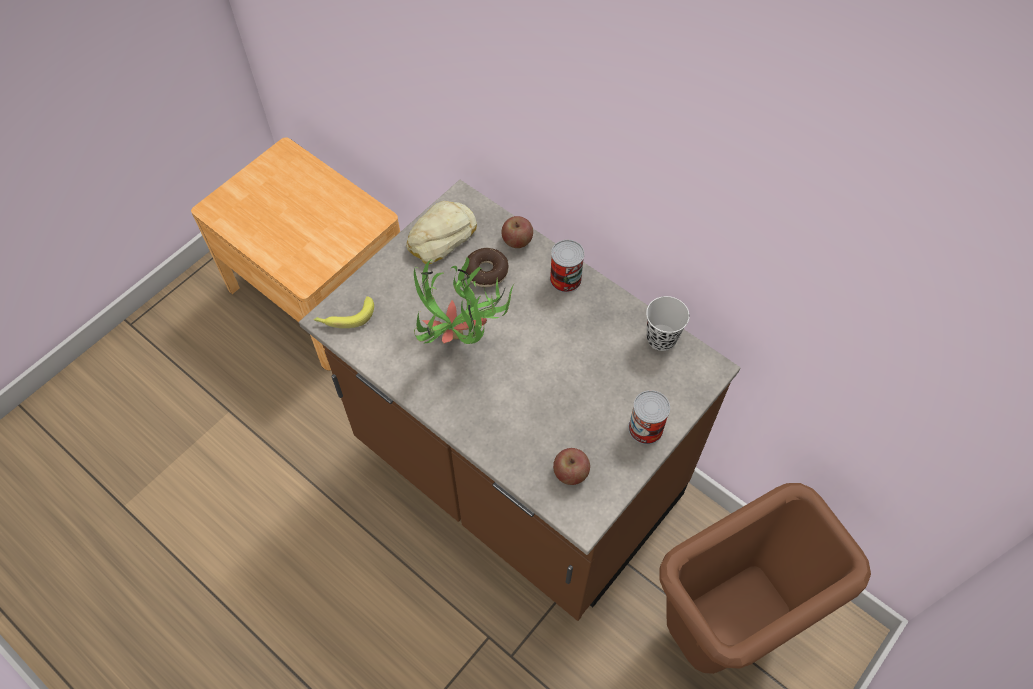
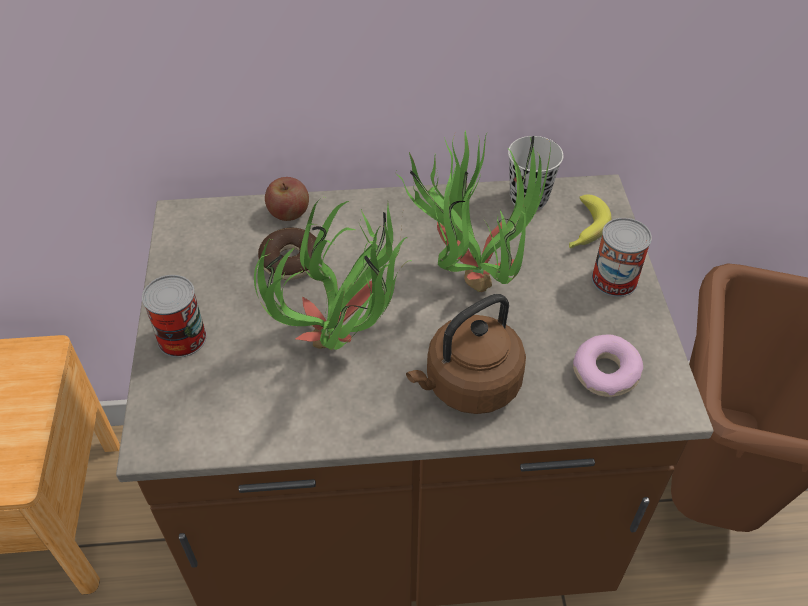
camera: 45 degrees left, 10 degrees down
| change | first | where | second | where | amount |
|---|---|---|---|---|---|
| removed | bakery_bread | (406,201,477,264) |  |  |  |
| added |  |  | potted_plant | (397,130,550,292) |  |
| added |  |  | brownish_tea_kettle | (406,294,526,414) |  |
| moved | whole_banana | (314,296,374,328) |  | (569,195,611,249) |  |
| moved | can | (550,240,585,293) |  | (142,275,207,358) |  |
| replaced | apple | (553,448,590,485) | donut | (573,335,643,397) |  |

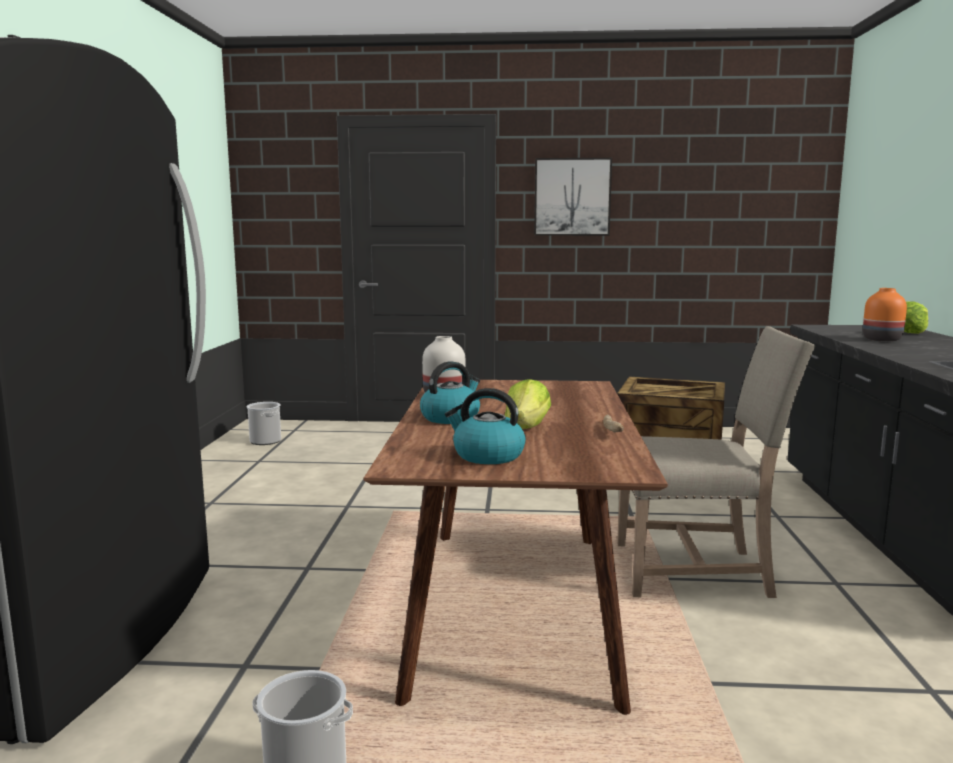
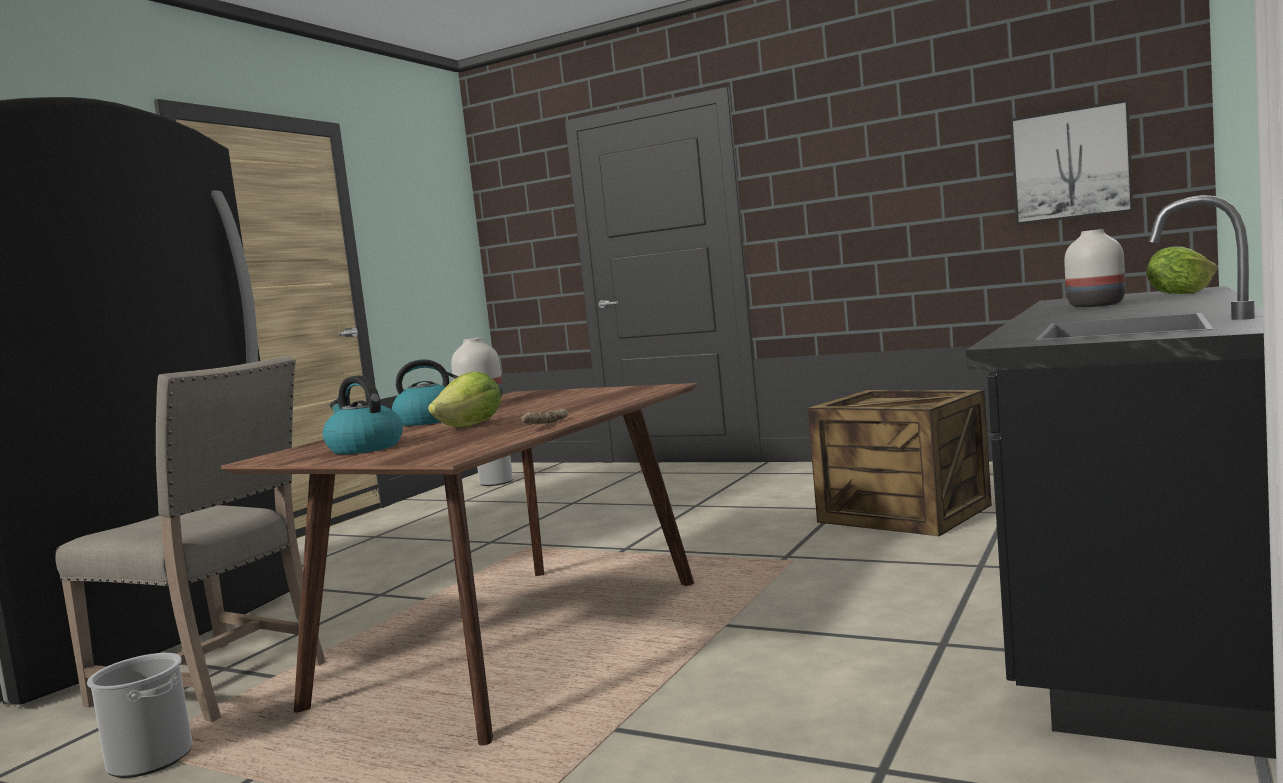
camera: 25 degrees right, 5 degrees down
| change | first | where | second | where | amount |
|---|---|---|---|---|---|
| moved | picture | (534,158,612,236) |  | (1010,99,1133,225) |  |
| moved | beige-coloured_plain_chair | (617,326,815,598) |  | (55,356,326,722) |  |
| recoloured | orange_flower_vase | (863,288,907,342) | white-coloured_flower_vase | (1064,229,1125,307) |  |

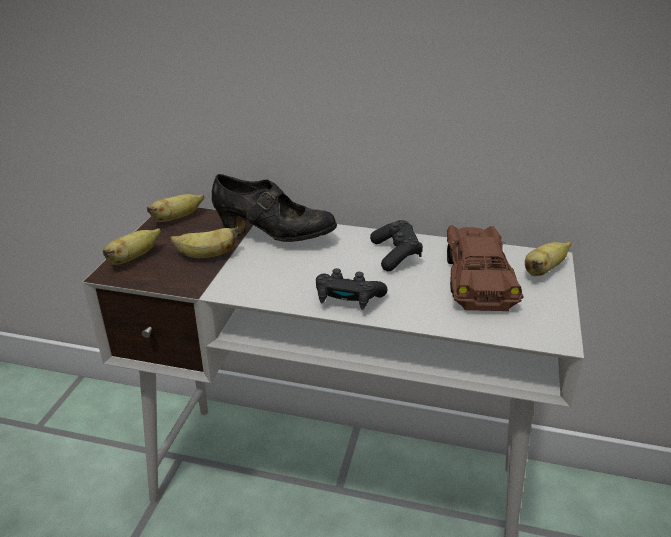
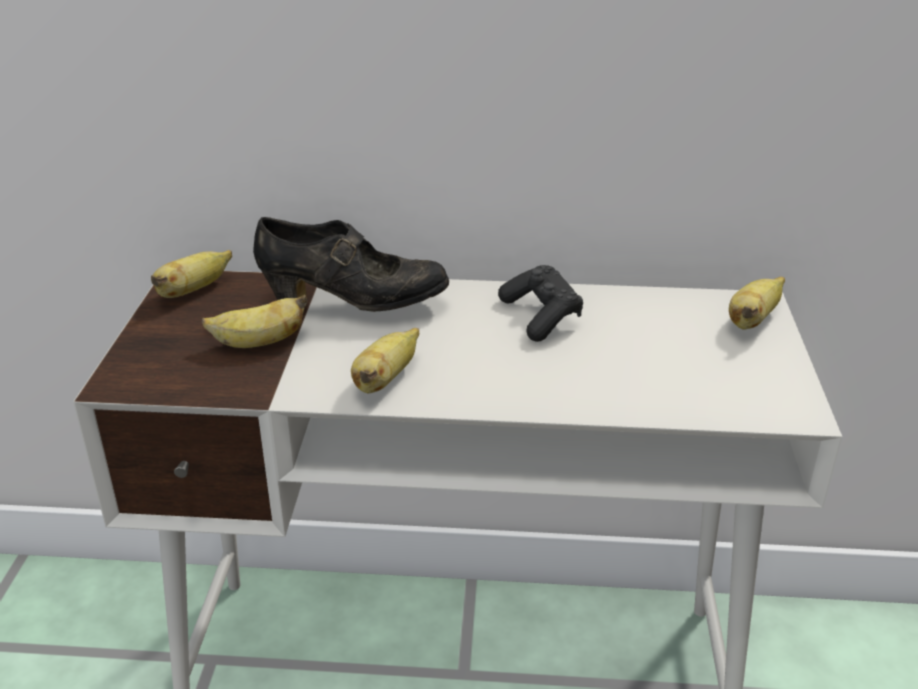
camera: 10 degrees left, 0 degrees up
| change | first | where | second | where | amount |
|---|---|---|---|---|---|
| removed | black_joypad | (316,268,387,310) |  |  |  |
| removed | brownish_miniature_car | (447,225,524,311) |  |  |  |
| moved | whole_banana | (103,228,161,265) |  | (351,328,419,394) |  |

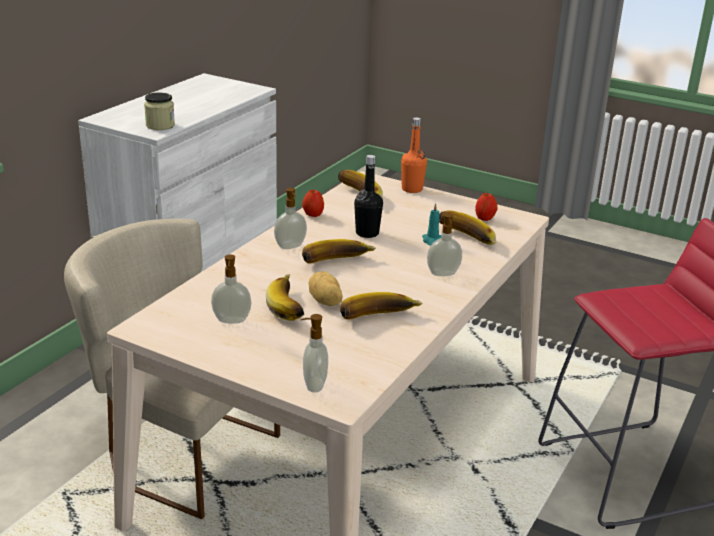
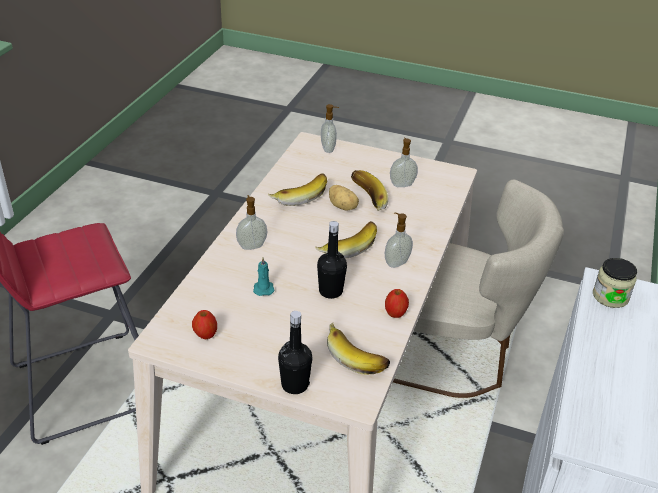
camera: 170 degrees right, 10 degrees up
| change | first | where | second | where | amount |
|---|---|---|---|---|---|
| removed | whole_banana | (439,210,497,245) |  |  |  |
| recoloured | orange_drink_bottle | (401,117,427,193) | black_drink_bottle | (278,311,312,394) |  |

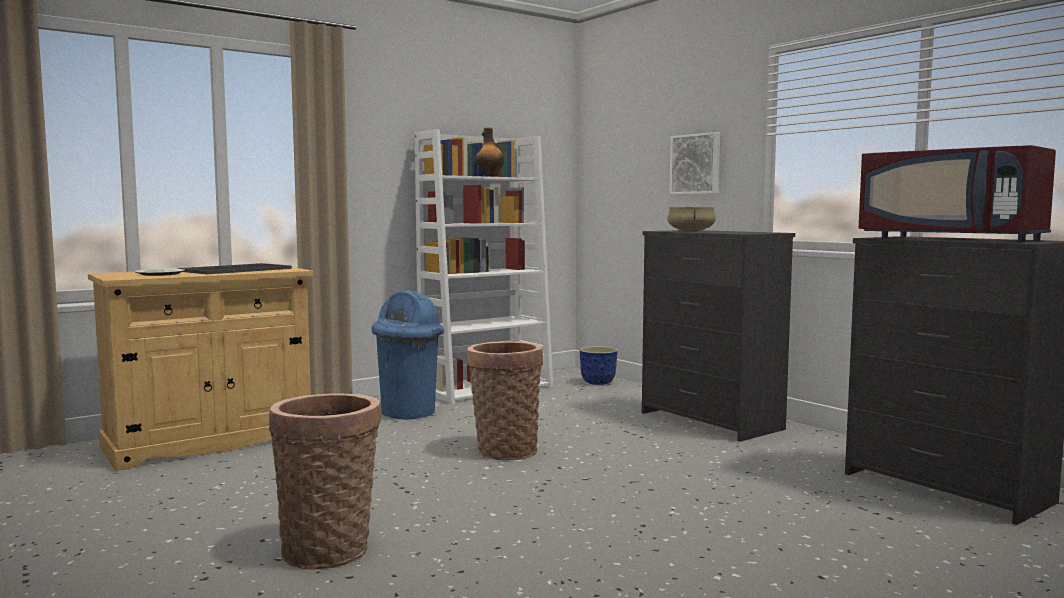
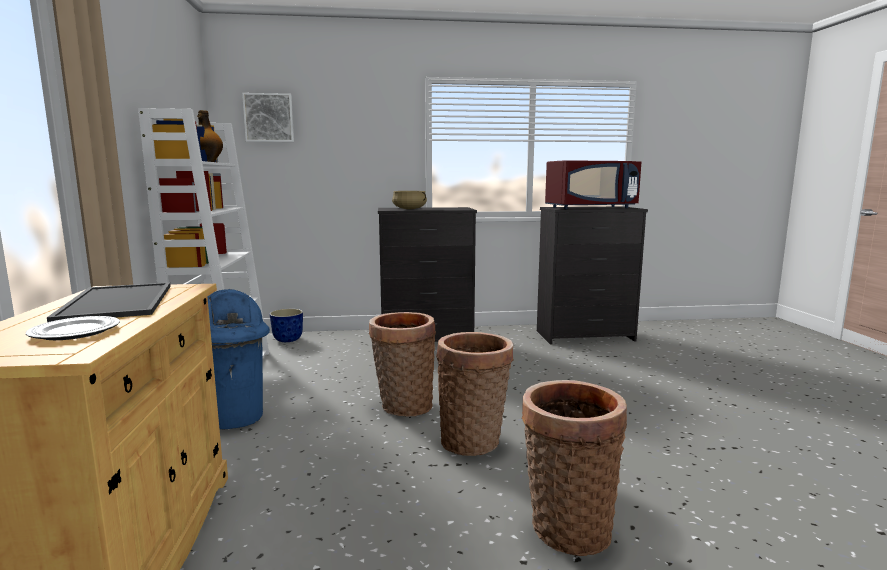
camera: 60 degrees left, 5 degrees up
| change | first | where | second | where | amount |
|---|---|---|---|---|---|
| added |  |  | storage_basket | (436,332,514,456) |  |
| moved | picture | (669,132,720,195) |  | (242,93,294,142) |  |

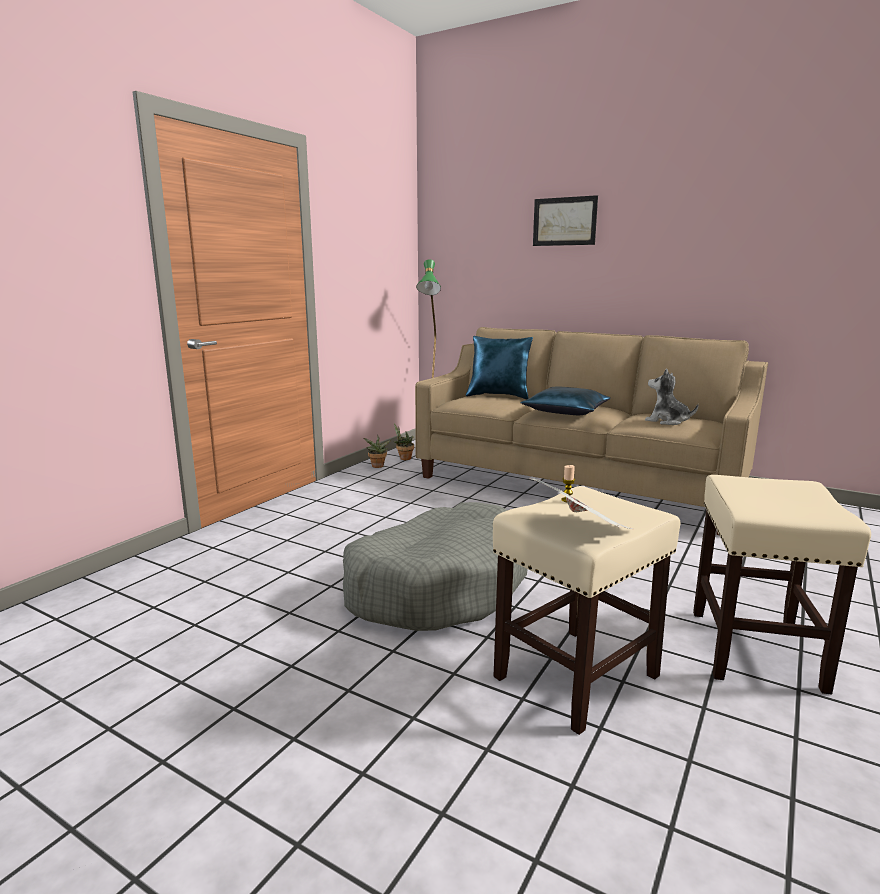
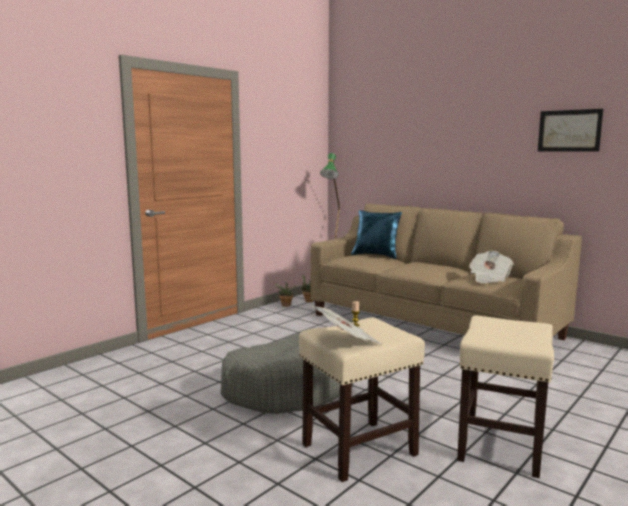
camera: 10 degrees right, 5 degrees down
| change | first | where | second | where | amount |
|---|---|---|---|---|---|
| removed | blue-coloured_cushion | (520,386,611,415) |  |  |  |
| moved | picture | (533,195,598,246) |  | (538,109,603,152) |  |
| replaced | soft_toy | (645,368,698,425) | newspaper | (469,251,514,284) |  |

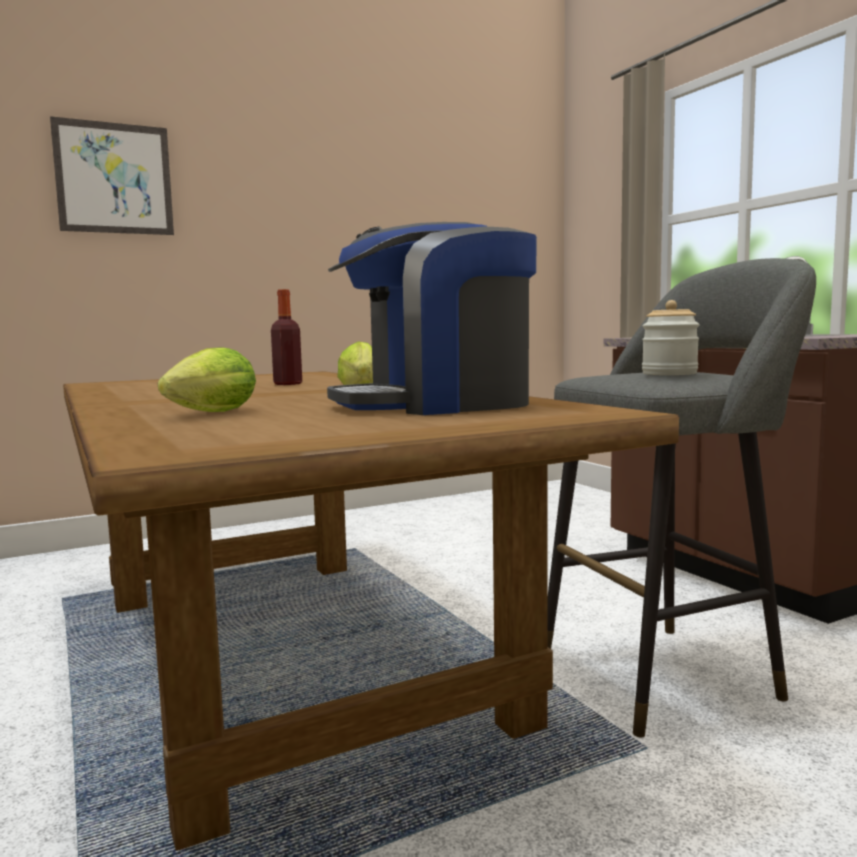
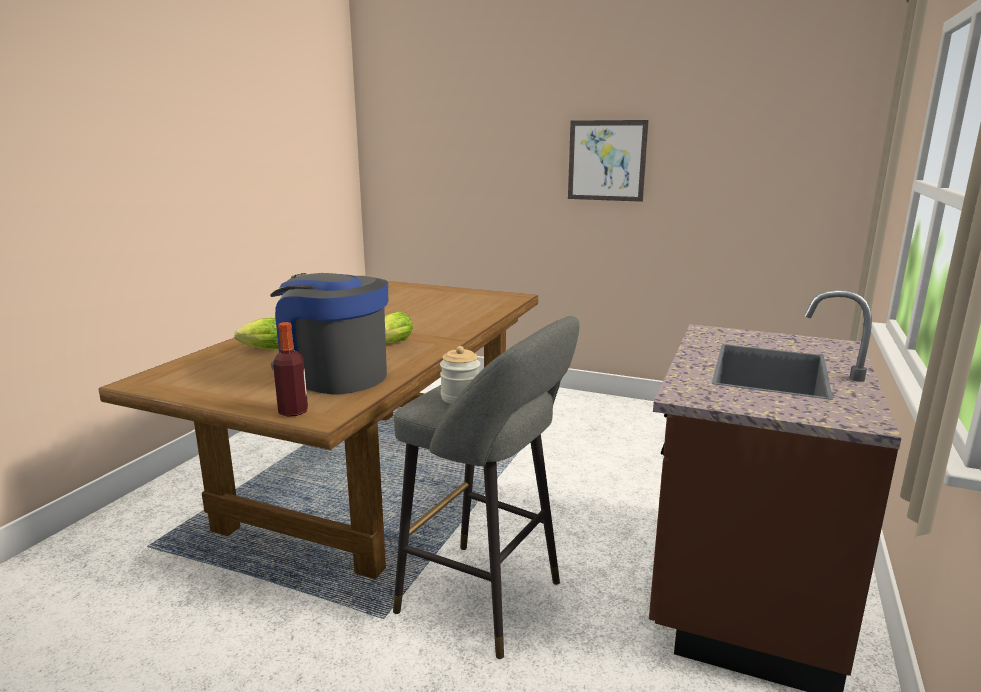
camera: 50 degrees right, 10 degrees up
| change | first | where | second | where | amount |
|---|---|---|---|---|---|
| moved | picture | (50,116,174,235) |  | (568,120,649,202) |  |
| moved | drink_bottle | (271,289,302,385) |  | (273,322,308,417) |  |

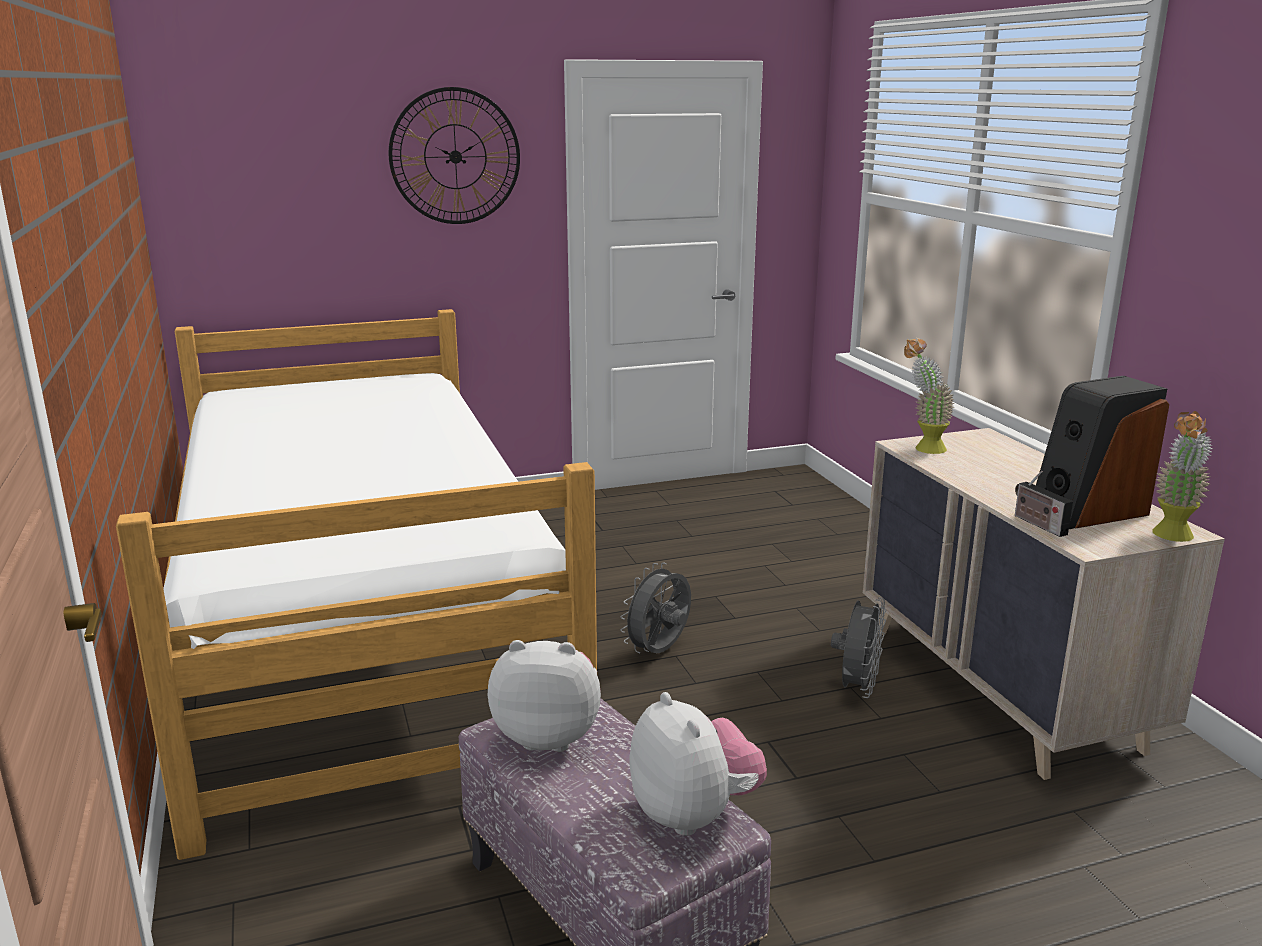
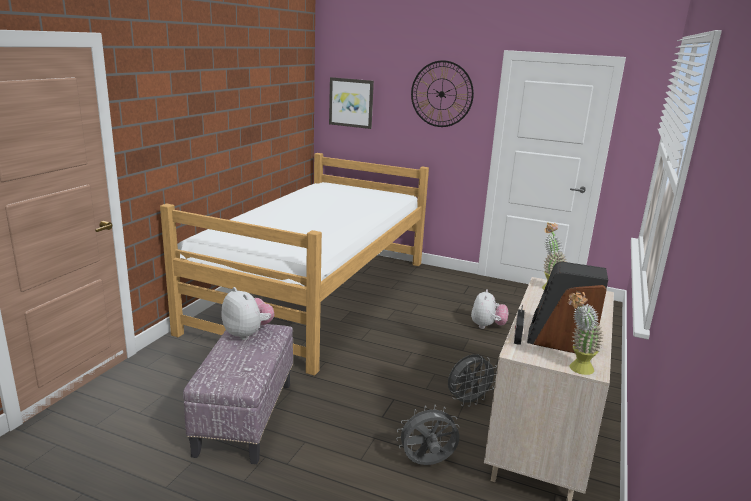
camera: 40 degrees right, 0 degrees up
| change | first | where | second | where | amount |
|---|---|---|---|---|---|
| added |  |  | picture | (329,77,374,129) |  |
| moved | greyish_cooling_fan | (620,563,691,653) |  | (396,405,460,465) |  |
| moved | soft_toy | (630,692,767,836) |  | (471,289,508,329) |  |

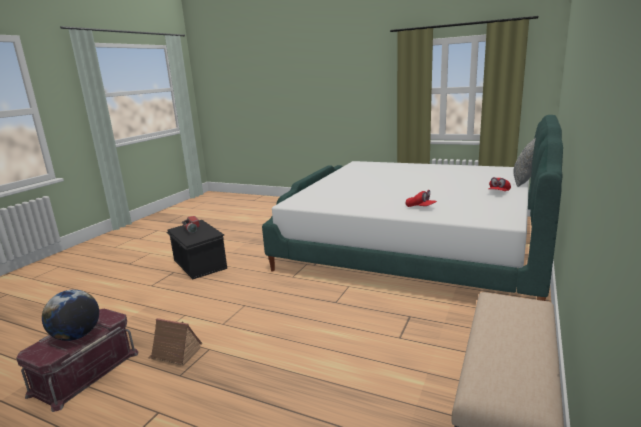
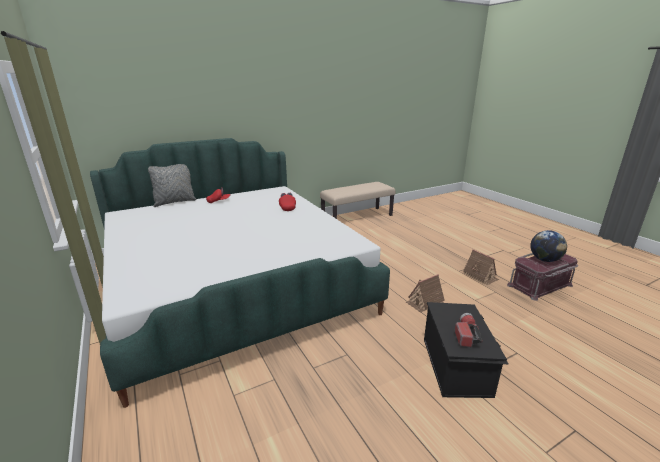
camera: 145 degrees left, 5 degrees up
| change | first | where | second | where | amount |
|---|---|---|---|---|---|
| added |  |  | model_house | (406,274,445,313) |  |

